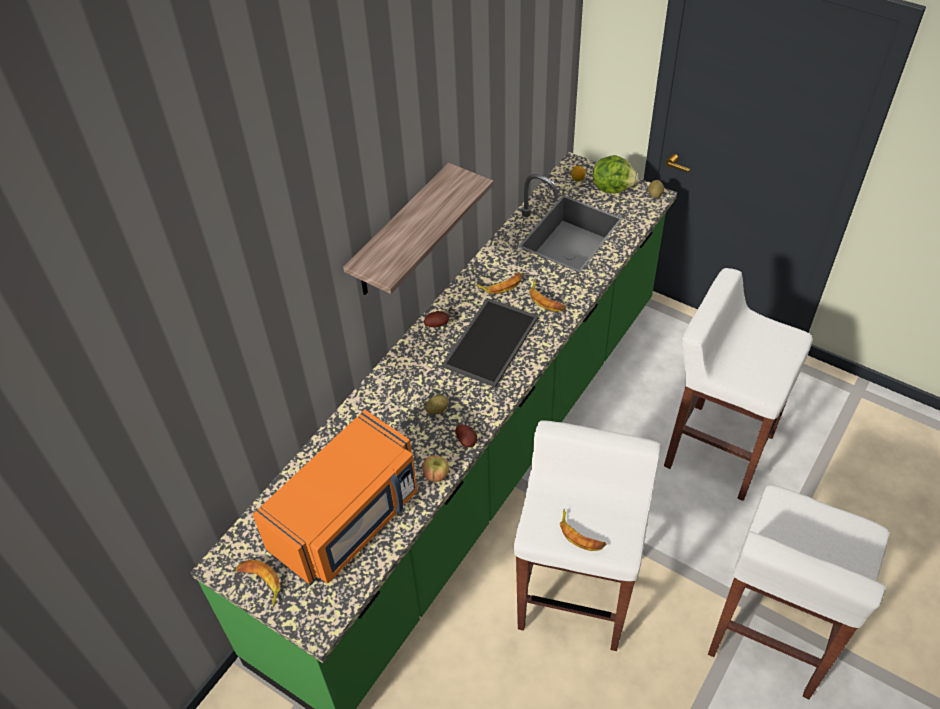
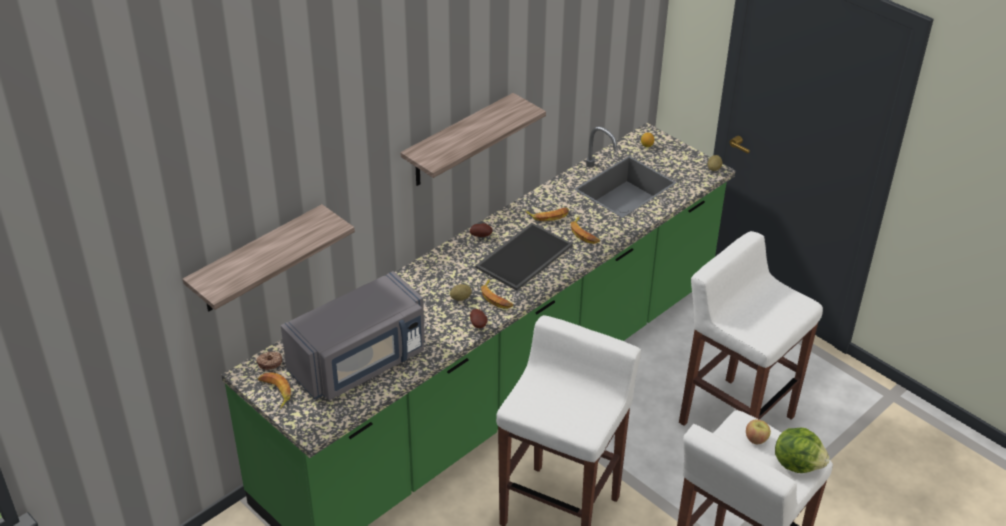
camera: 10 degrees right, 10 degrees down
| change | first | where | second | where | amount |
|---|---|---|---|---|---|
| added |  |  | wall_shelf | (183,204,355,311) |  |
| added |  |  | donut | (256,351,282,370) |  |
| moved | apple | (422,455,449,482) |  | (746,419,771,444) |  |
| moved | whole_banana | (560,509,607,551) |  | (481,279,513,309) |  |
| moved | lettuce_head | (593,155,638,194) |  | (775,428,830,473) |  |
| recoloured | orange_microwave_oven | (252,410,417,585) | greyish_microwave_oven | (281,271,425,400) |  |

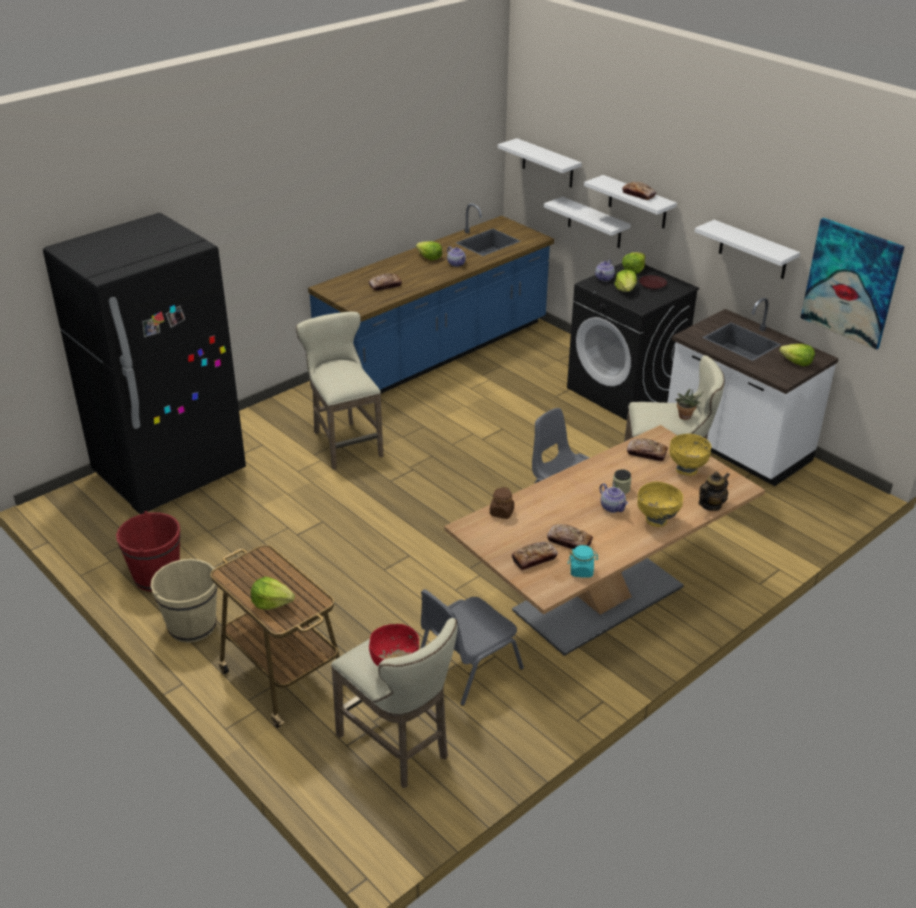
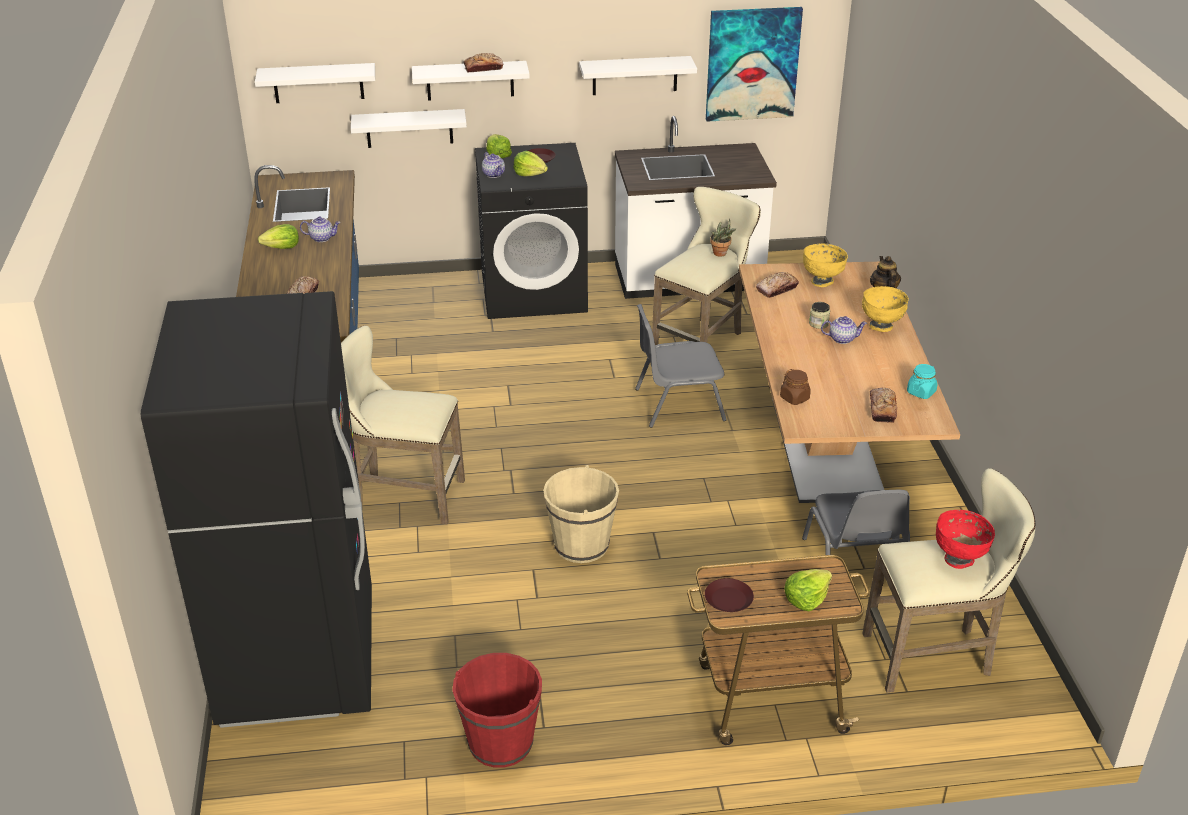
camera: 55 degrees left, 0 degrees up
| change | first | where | second | where | amount |
|---|---|---|---|---|---|
| removed | bakery_bread | (547,524,593,549) |  |  |  |
| removed | lettuce_head | (779,344,815,366) |  |  |  |
| added |  |  | brownish_plate | (705,578,754,612) |  |
| moved | beige-coloured_pail | (151,559,217,643) |  | (543,465,619,563) |  |

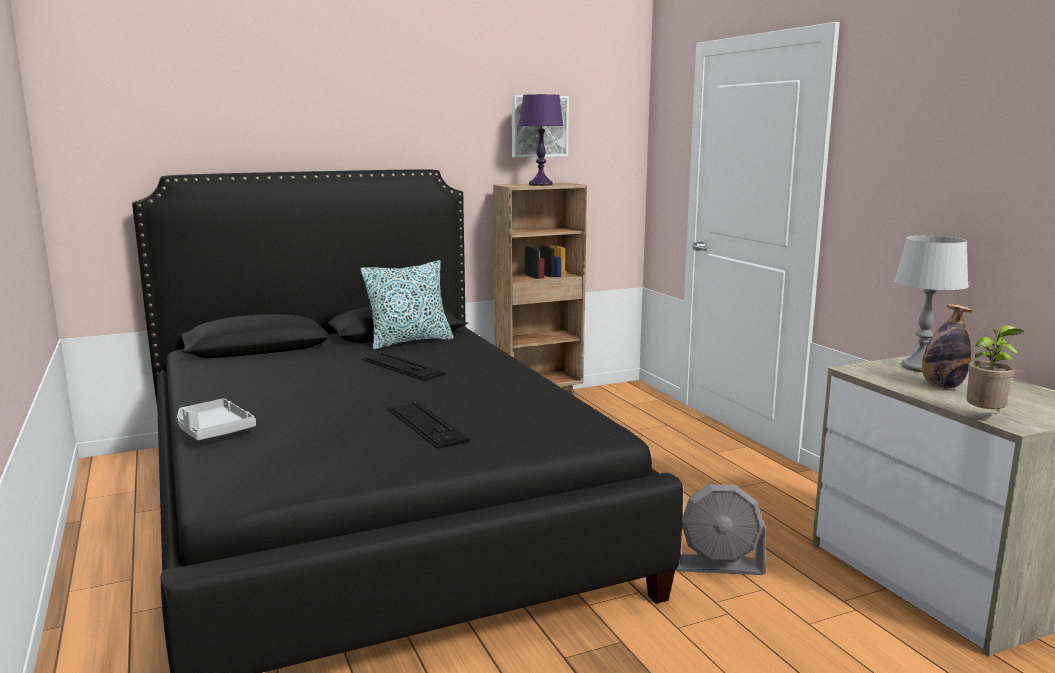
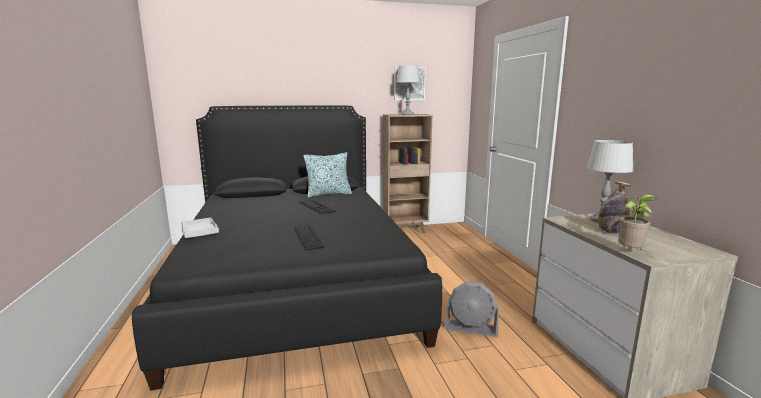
camera: 10 degrees right, 0 degrees up
| change | first | where | second | where | amount |
|---|---|---|---|---|---|
| recoloured | purplish_tabletop_lamp | (519,94,564,186) | greyish_tabletop_lamp | (396,65,420,115) |  |

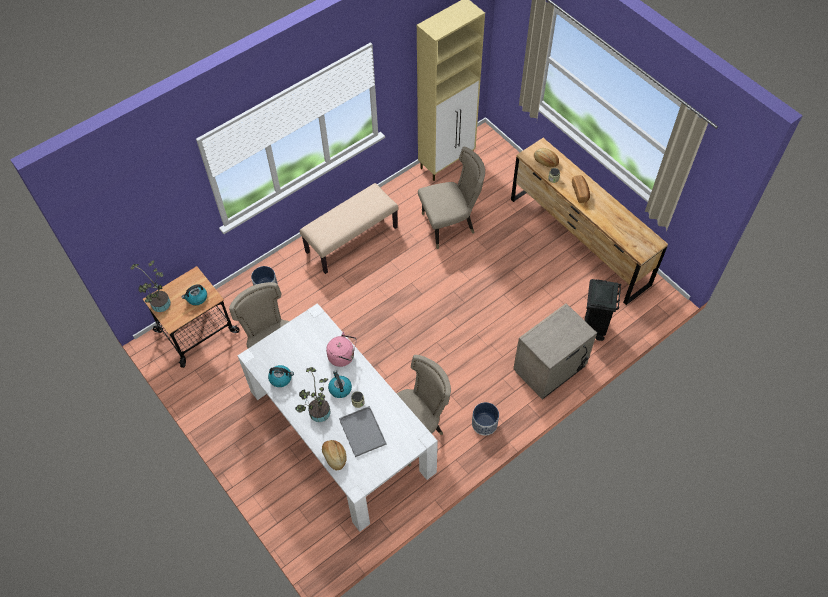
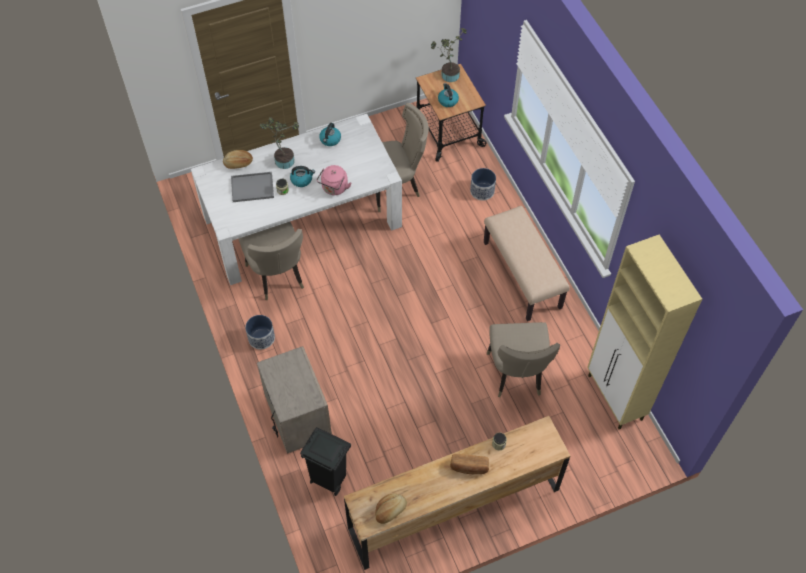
camera: 105 degrees right, 0 degrees up
| change | first | where | second | where | amount |
|---|---|---|---|---|---|
| moved | bakery_bread | (534,148,559,167) |  | (375,493,407,524) |  |

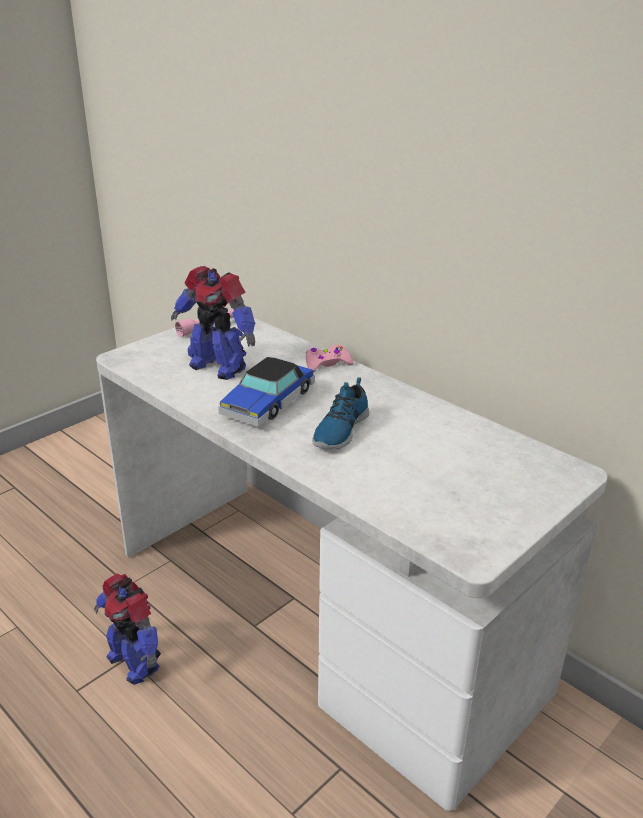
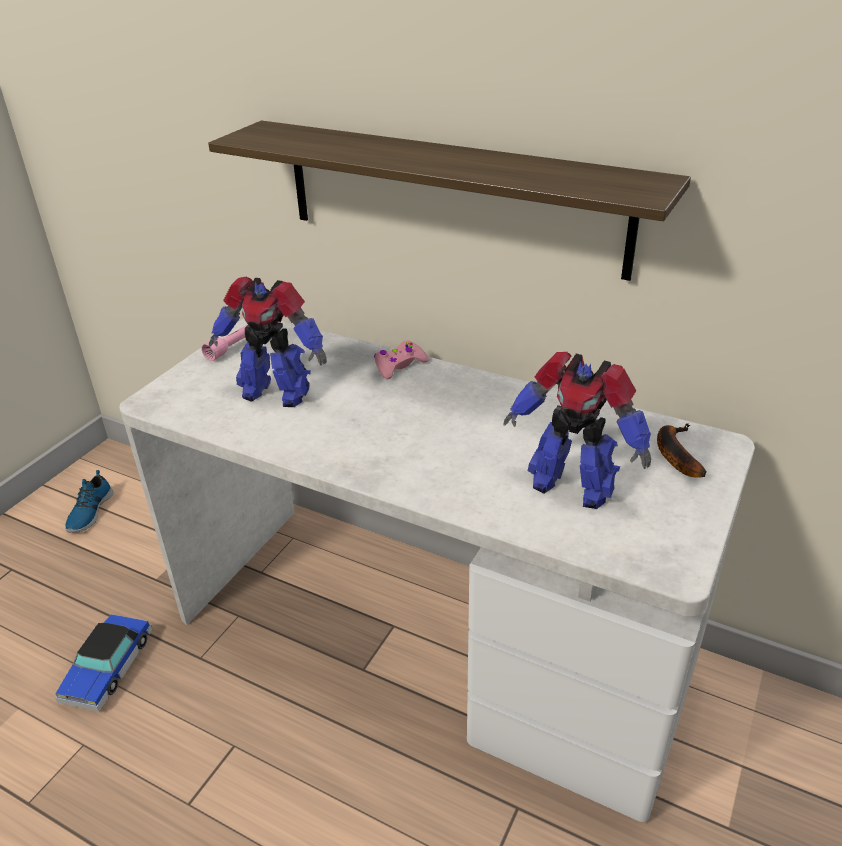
camera: 15 degrees left, 5 degrees up
| change | first | where | second | where | amount |
|---|---|---|---|---|---|
| added |  |  | wall_shelf | (208,120,691,281) |  |
| added |  |  | whole_banana | (657,423,707,478) |  |
| moved | model_robot | (94,573,161,685) |  | (503,352,651,509) |  |
| moved | miniature_car | (218,357,315,427) |  | (55,614,153,712) |  |
| moved | low_shoe | (312,377,369,450) |  | (65,470,114,533) |  |

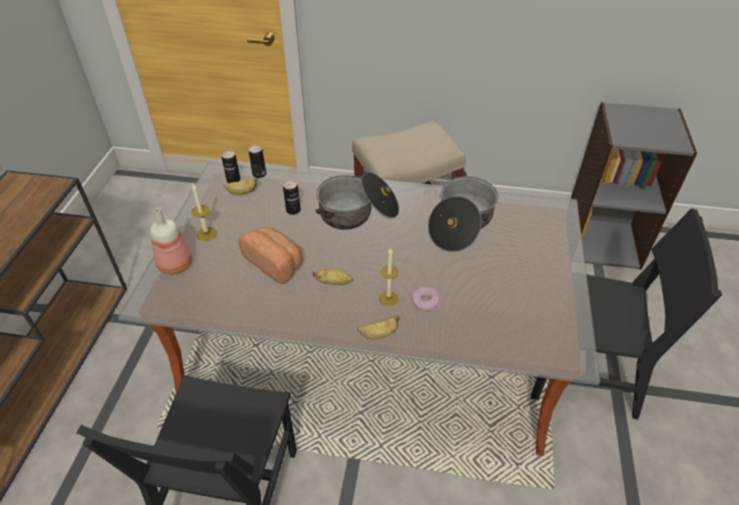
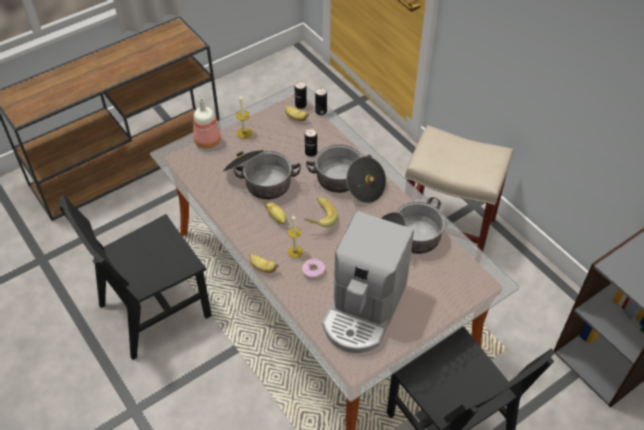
camera: 45 degrees right, 5 degrees up
| change | first | where | second | where | amount |
|---|---|---|---|---|---|
| added |  |  | whole_banana | (304,197,337,227) |  |
| added |  |  | coffee_maker | (322,211,414,353) |  |
| replaced | bakery_bread | (239,227,302,284) | saucepot | (223,150,301,200) |  |

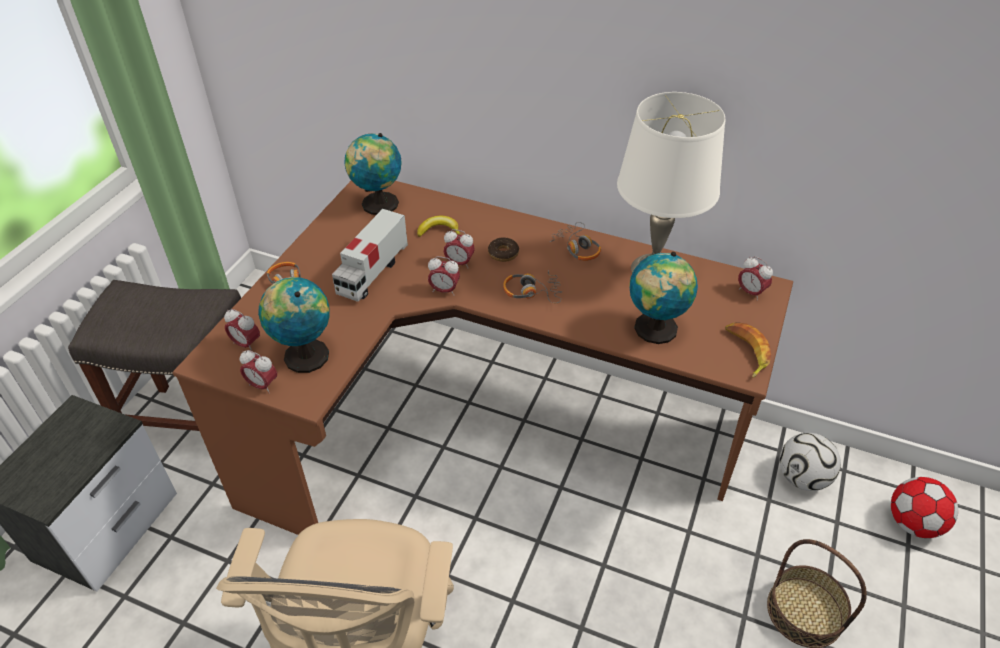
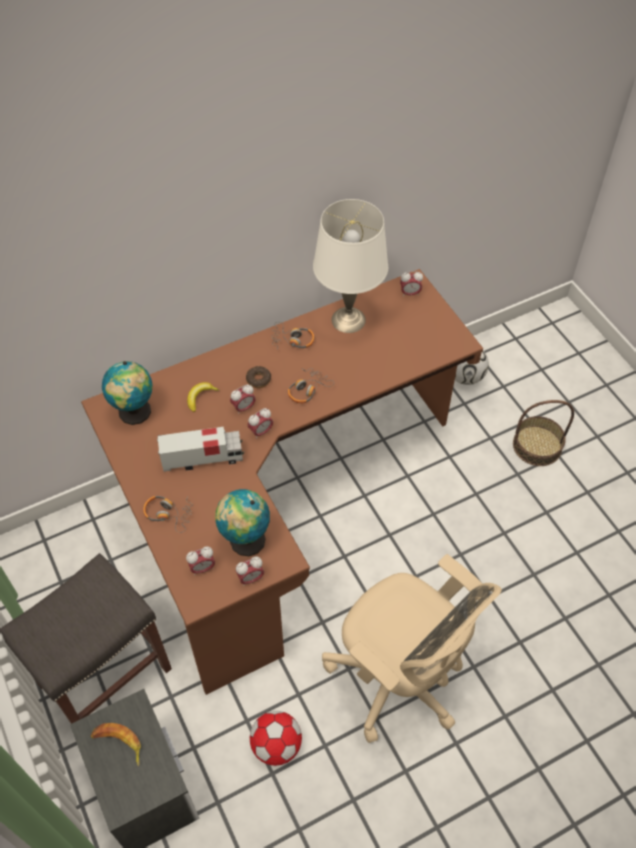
camera: 50 degrees left, 10 degrees up
| change | first | where | second | where | amount |
|---|---|---|---|---|---|
| removed | globe | (629,252,698,344) |  |  |  |
| moved | whole_banana | (725,322,771,378) |  | (91,723,141,766) |  |
| moved | football_ball | (891,477,958,538) |  | (250,711,302,766) |  |
| turned | toy_lorry | (332,209,408,302) |  | (157,427,244,472) | 75 degrees counterclockwise |

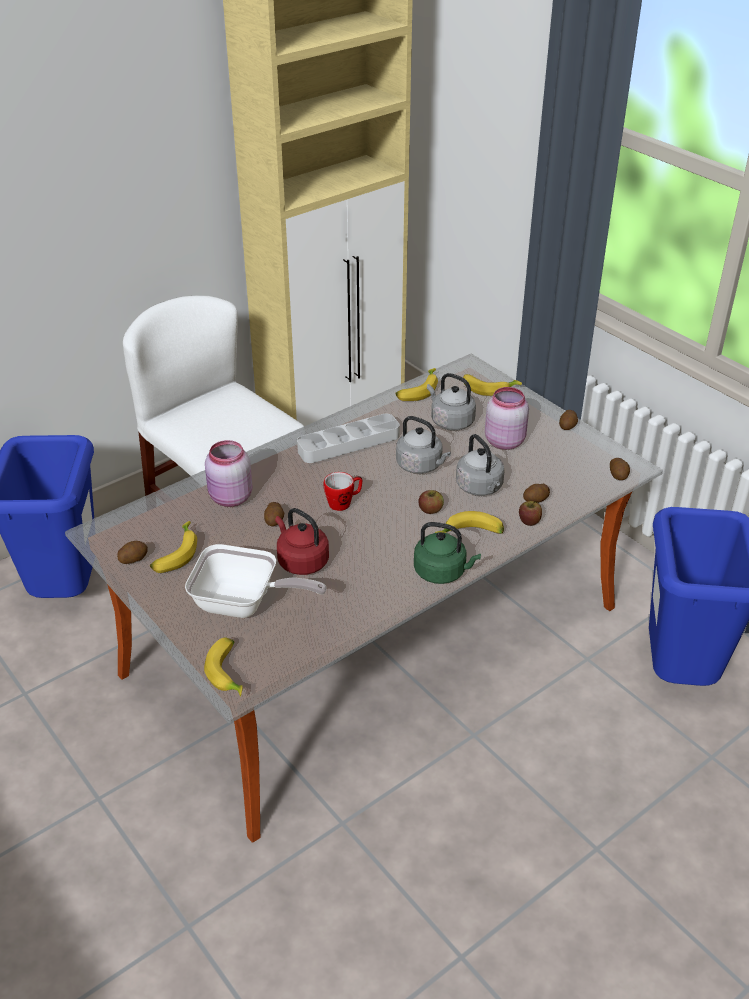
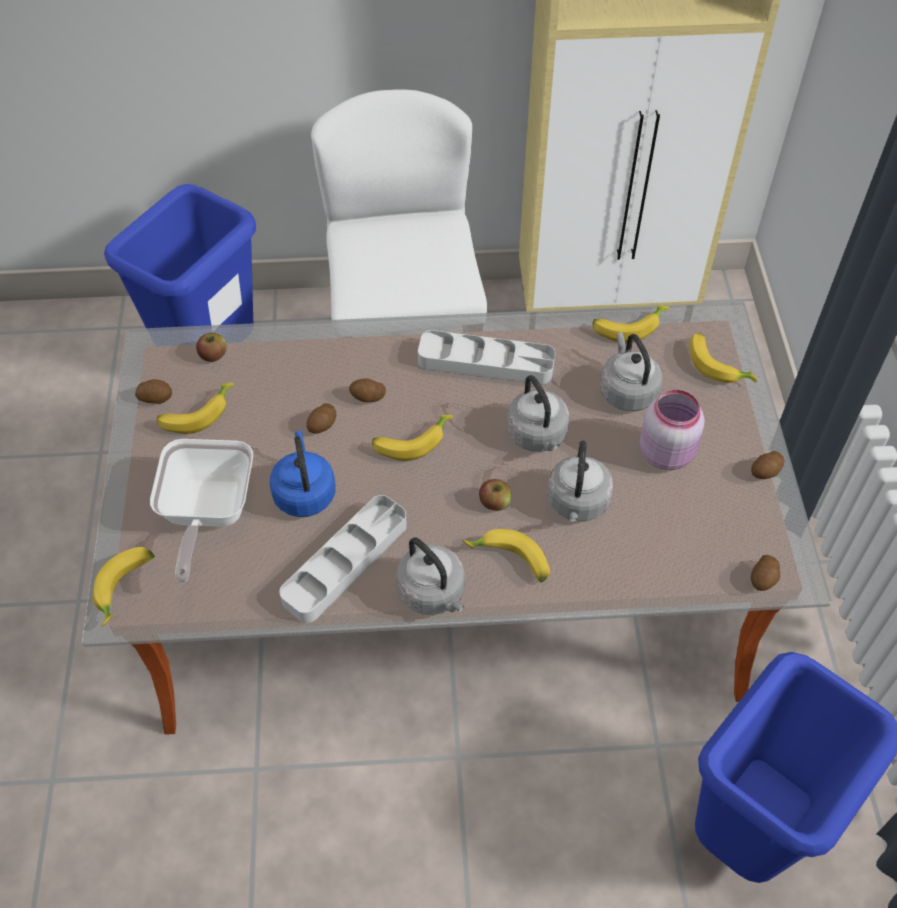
camera: 35 degrees right, 15 degrees up
| change | first | where | second | where | amount |
|---|---|---|---|---|---|
| removed | pink_storage_jar | (205,440,253,507) |  |  |  |
| added |  |  | greyish_carrying_tray | (279,495,407,623) |  |
| moved | apple | (519,501,542,526) |  | (196,333,227,362) |  |
| moved | spud | (523,484,550,503) |  | (349,378,386,402) |  |
| replaced | tea_mug | (324,472,362,511) | whole_banana | (372,415,453,461) |  |
| recoloured | reddish_tea_kettle | (275,508,329,575) | blue-coloured_tea_kettle | (270,430,335,517) |  |
| recoloured | green_tea_kettle | (414,522,481,584) | greyish_tea_kettle | (396,538,465,615) |  |
| turned | skillet | (185,544,327,618) |  | (150,439,253,582) | 45 degrees clockwise |

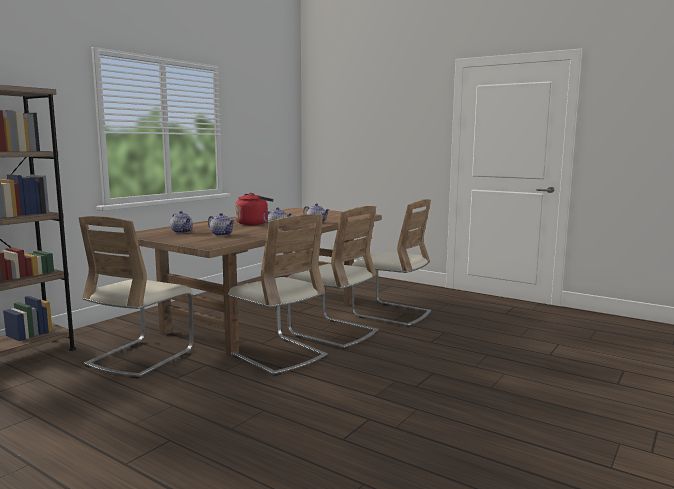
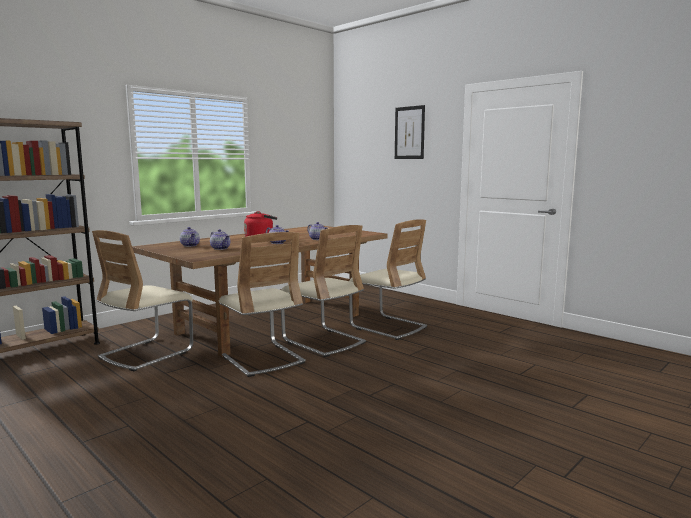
camera: 10 degrees right, 0 degrees up
| change | first | where | second | where | amount |
|---|---|---|---|---|---|
| added |  |  | picture | (395,105,425,159) |  |

